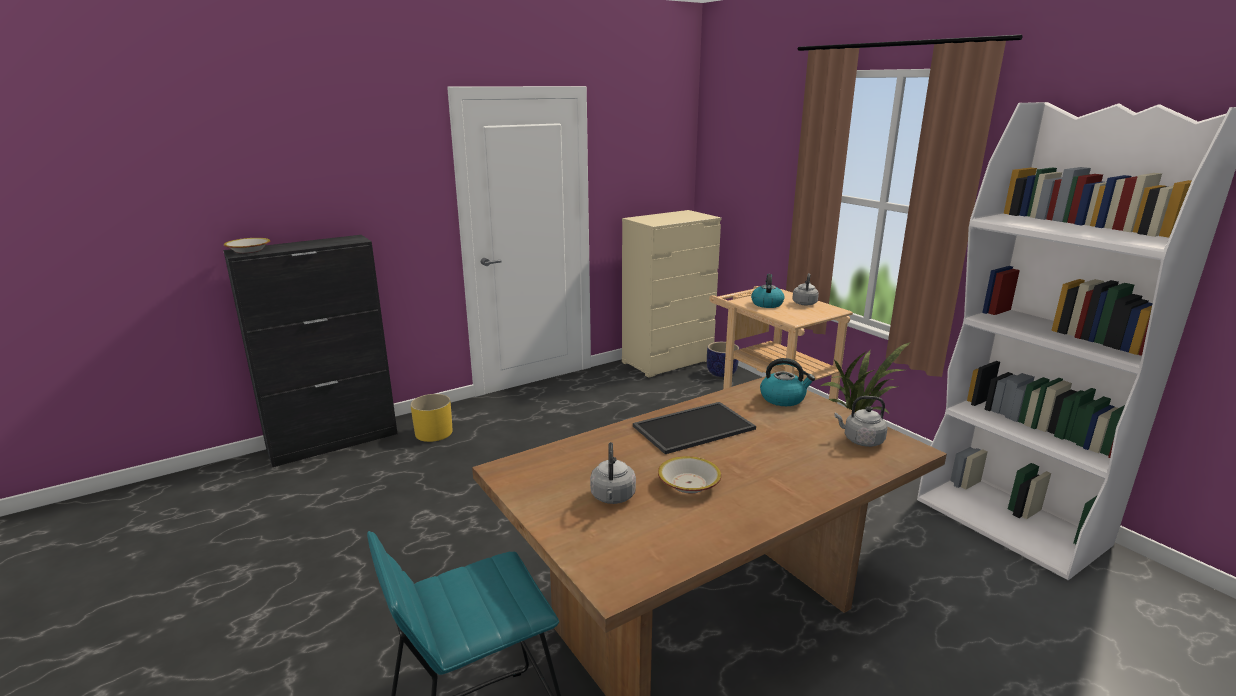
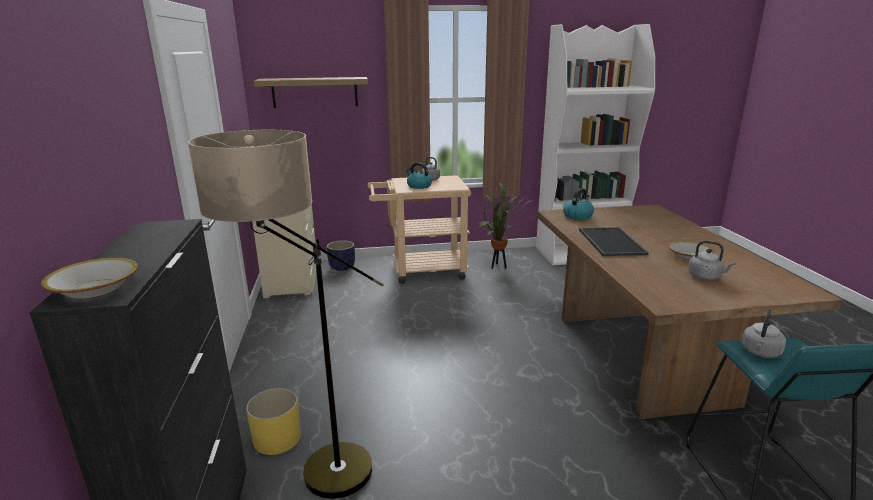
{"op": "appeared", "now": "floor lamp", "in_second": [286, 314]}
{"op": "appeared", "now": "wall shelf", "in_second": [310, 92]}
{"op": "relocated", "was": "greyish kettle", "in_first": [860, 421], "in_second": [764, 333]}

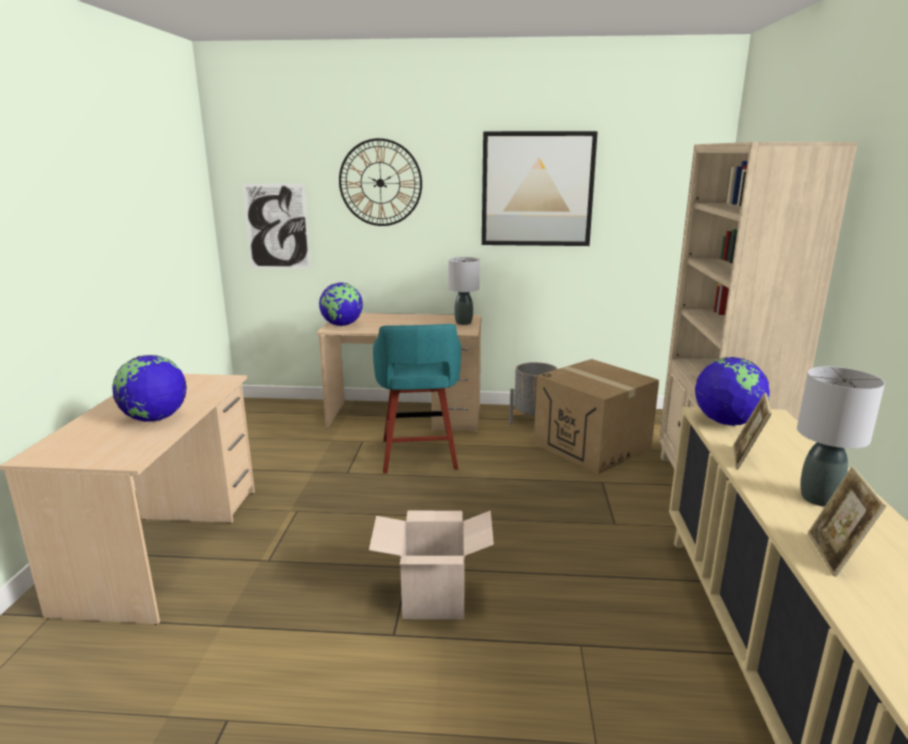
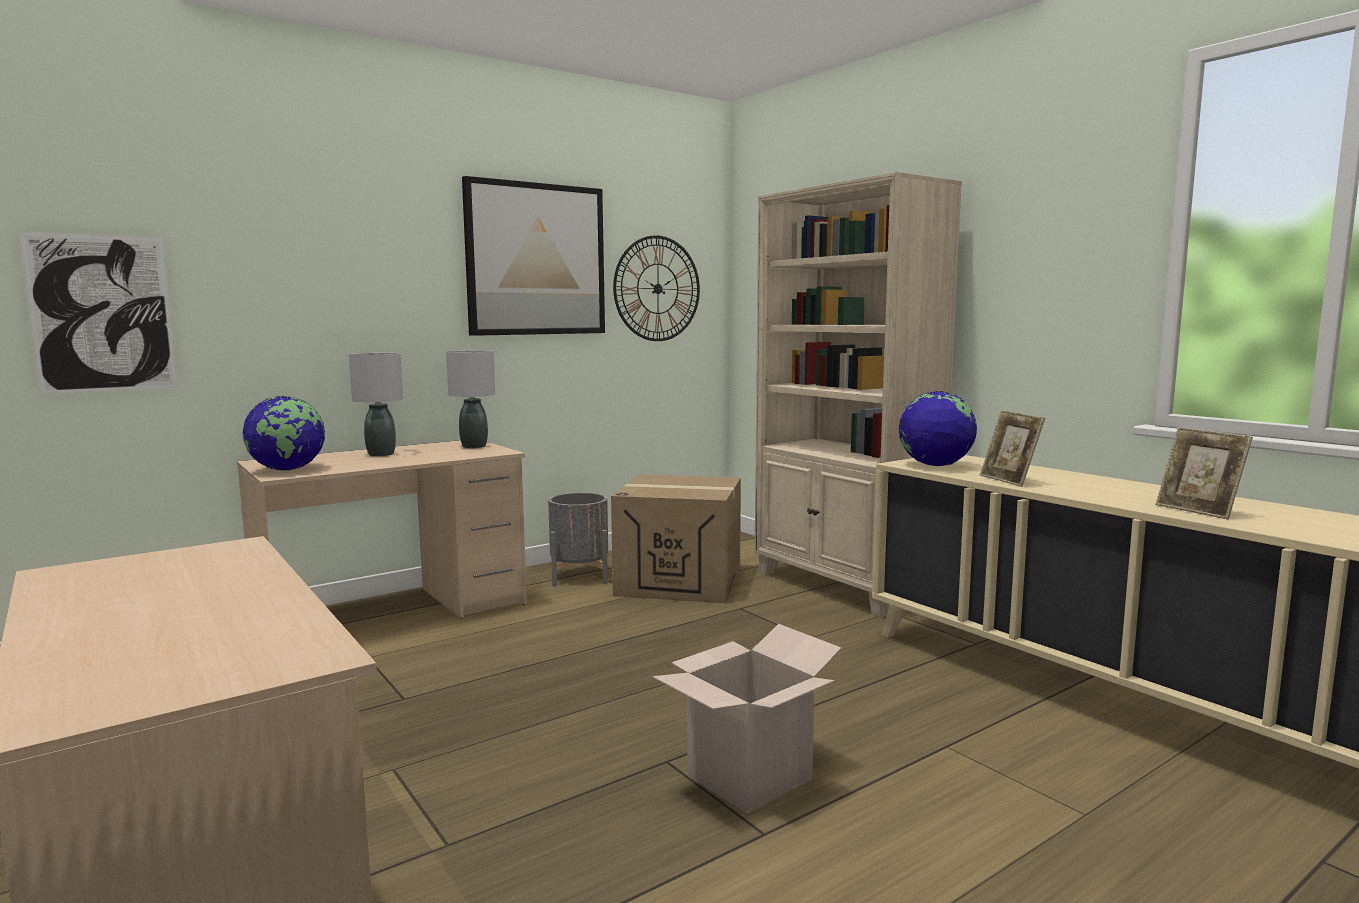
{"op": "missing", "was": "world globe", "in_first": [149, 388]}
{"op": "missing", "was": "blue-green stool seat", "in_first": [417, 398]}
{"op": "relocated", "was": "hanging clock", "in_first": [380, 182], "in_second": [656, 288]}
{"op": "relocated", "was": "greyish lamp for a table", "in_first": [841, 436], "in_second": [376, 404]}

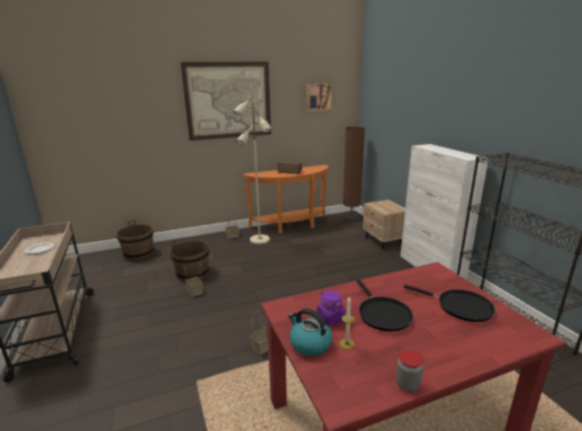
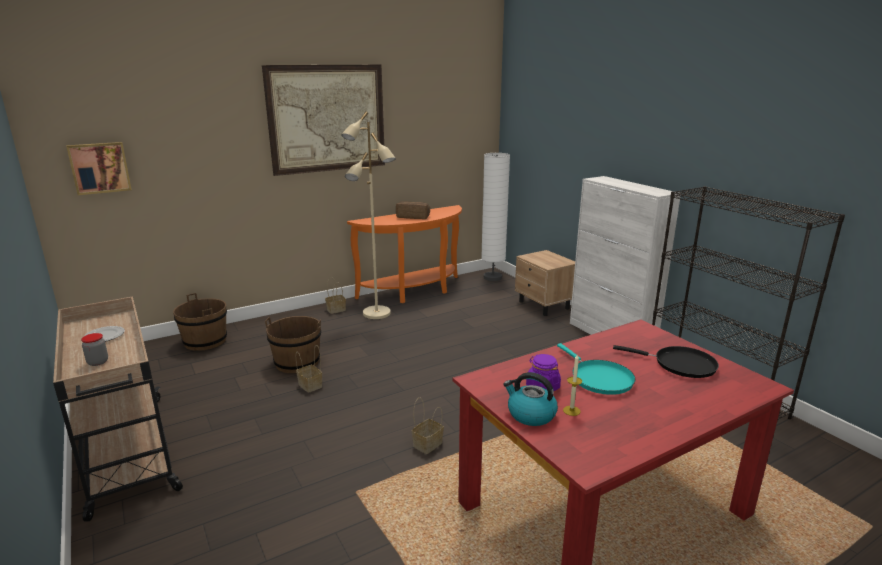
{"op": "relocated", "was": "picture", "in_first": [319, 96], "in_second": [99, 168]}
{"op": "relocated", "was": "storage jar", "in_first": [409, 371], "in_second": [94, 349]}
{"op": "colour", "was": "brown-coloured floor lamp", "now": "white floor lamp", "in_first": [354, 173], "in_second": [495, 217]}
{"op": "colour", "was": "black frying pan", "now": "blue-green frying pan", "in_first": [384, 305], "in_second": [596, 369]}

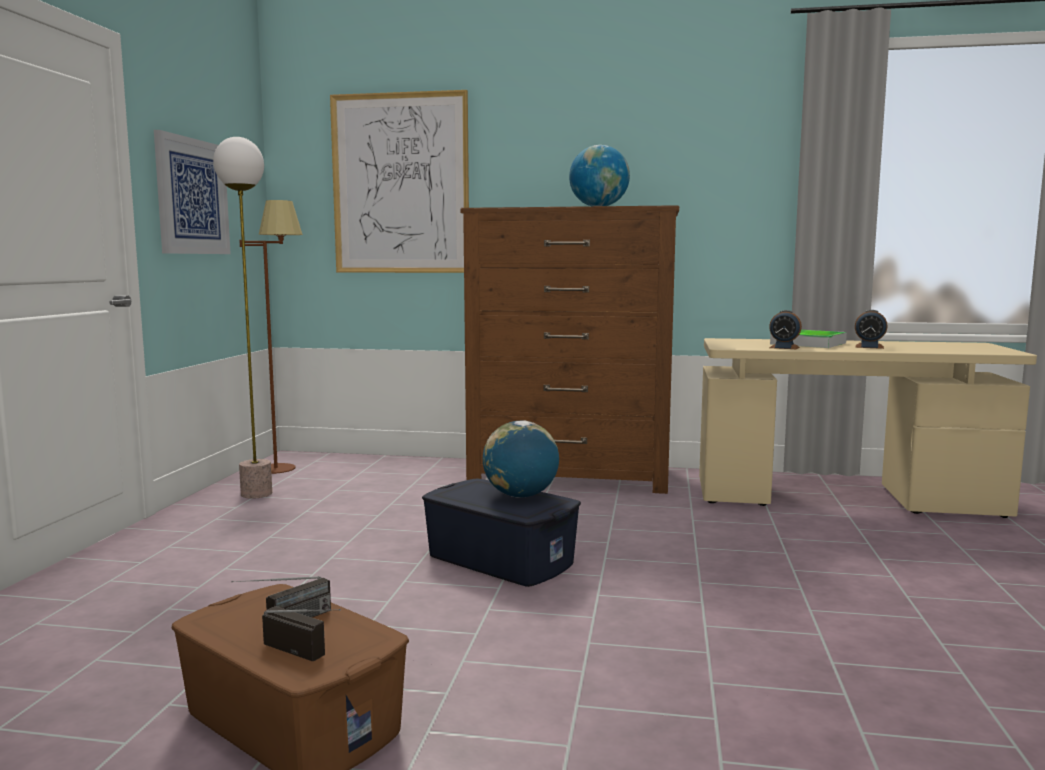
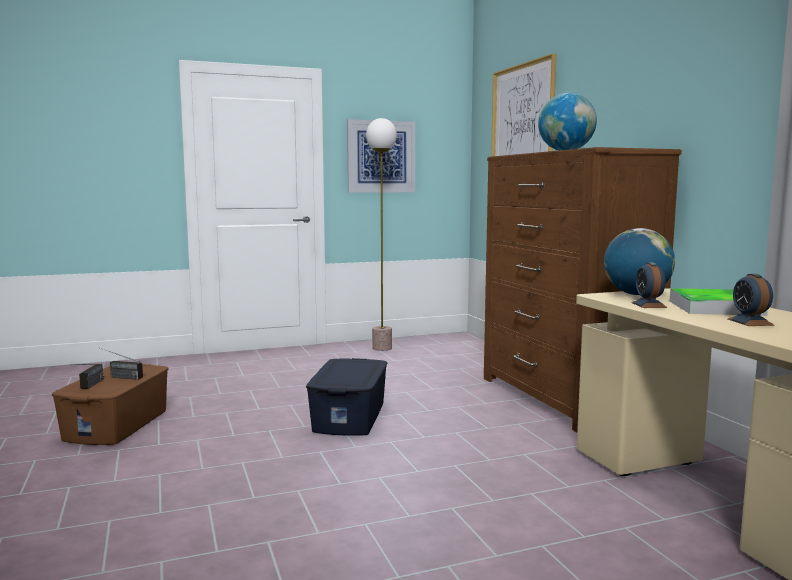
{"op": "missing", "was": "brown-coloured floor lamp", "in_first": [271, 337]}
{"op": "relocated", "was": "world globe", "in_first": [521, 459], "in_second": [639, 261]}

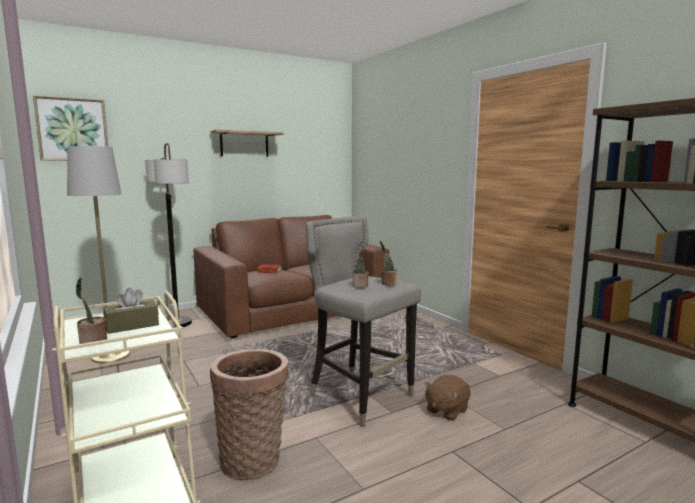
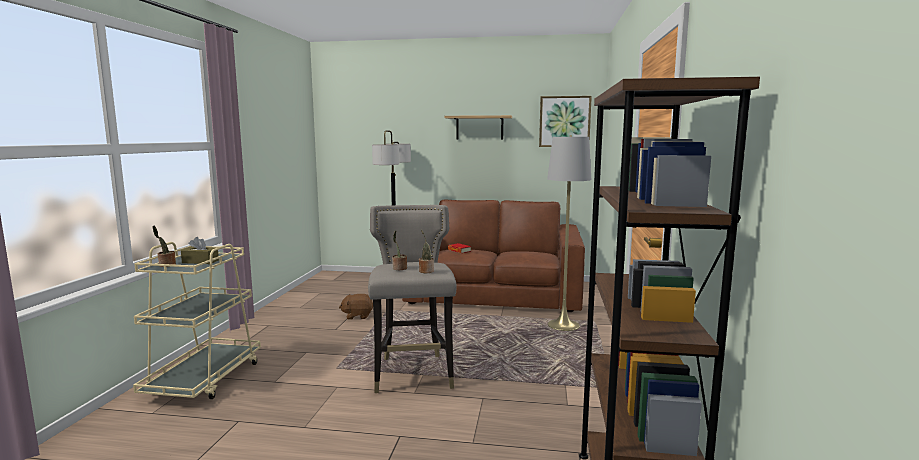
{"op": "missing", "was": "household basket", "in_first": [249, 414]}
{"op": "relocated", "was": "picture", "in_first": [70, 128], "in_second": [565, 121]}
{"op": "relocated", "was": "greyish floor lamp", "in_first": [98, 254], "in_second": [569, 233]}
{"op": "relocated", "was": "brown-coloured soft toy", "in_first": [447, 397], "in_second": [356, 307]}

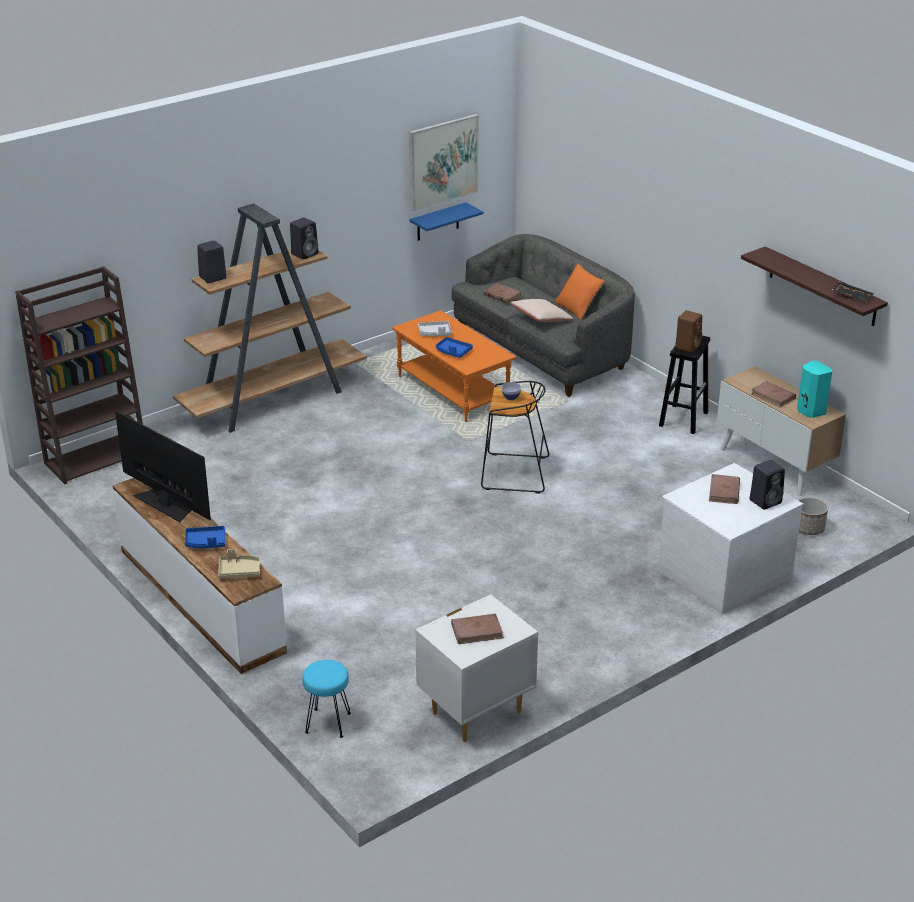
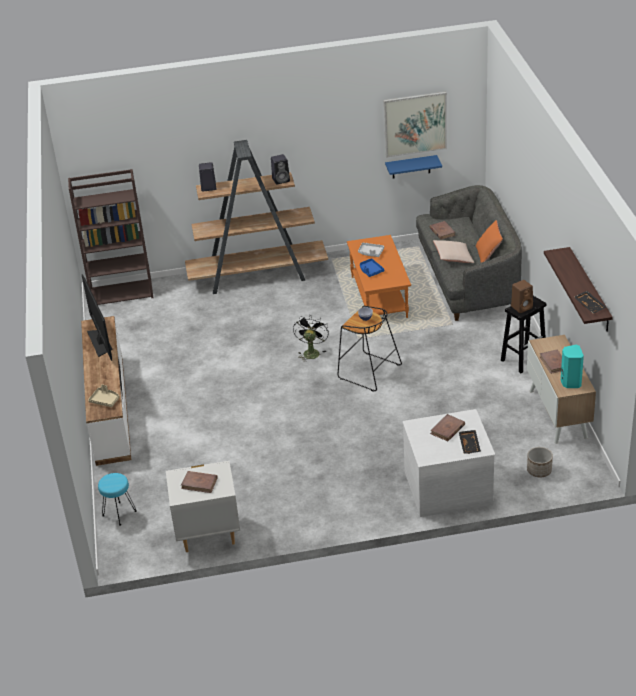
{"op": "missing", "was": "bluish serving tray", "in_first": [205, 537]}
{"op": "appeared", "now": "black fan", "in_second": [311, 339]}
{"op": "exchanged", "was": "black speaker", "now": "black serving tray", "in_first": [767, 485], "in_second": [470, 442]}

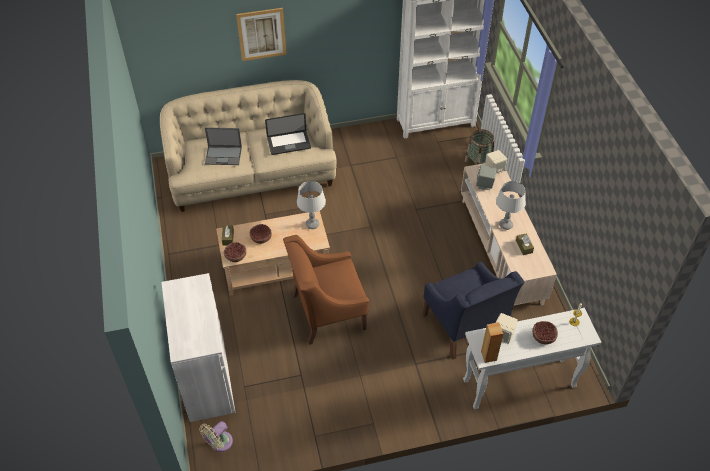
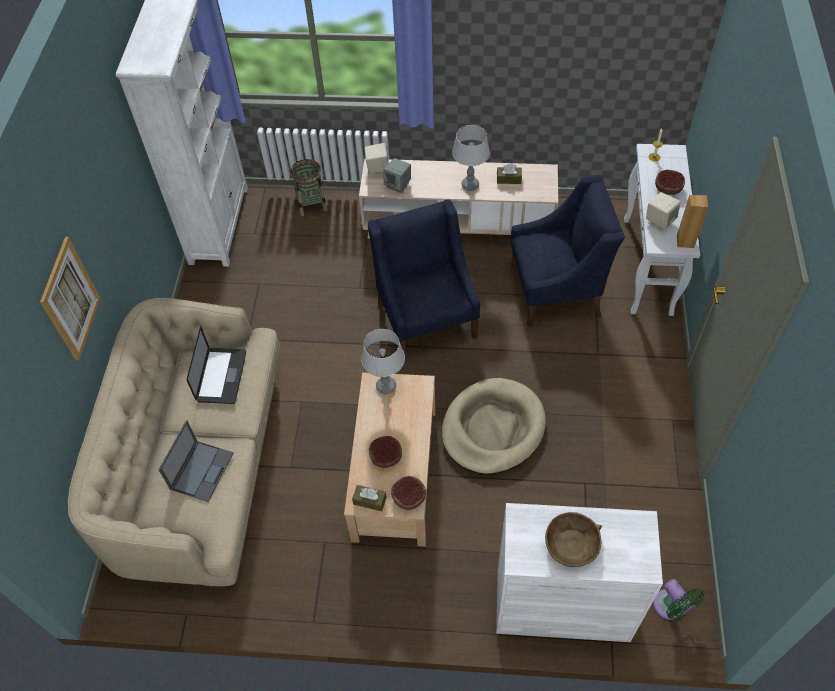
{"op": "appeared", "now": "bluish armchair", "in_second": [424, 277]}
{"op": "appeared", "now": "brown-coloured serving bowl", "in_second": [573, 539]}
{"op": "exchanged", "was": "brown-coloured armchair", "now": "beige-coloured dog cushion", "in_first": [326, 290], "in_second": [494, 426]}
{"op": "colour", "was": "beige-coloured fan", "now": "green fan", "in_first": [216, 436], "in_second": [679, 599]}

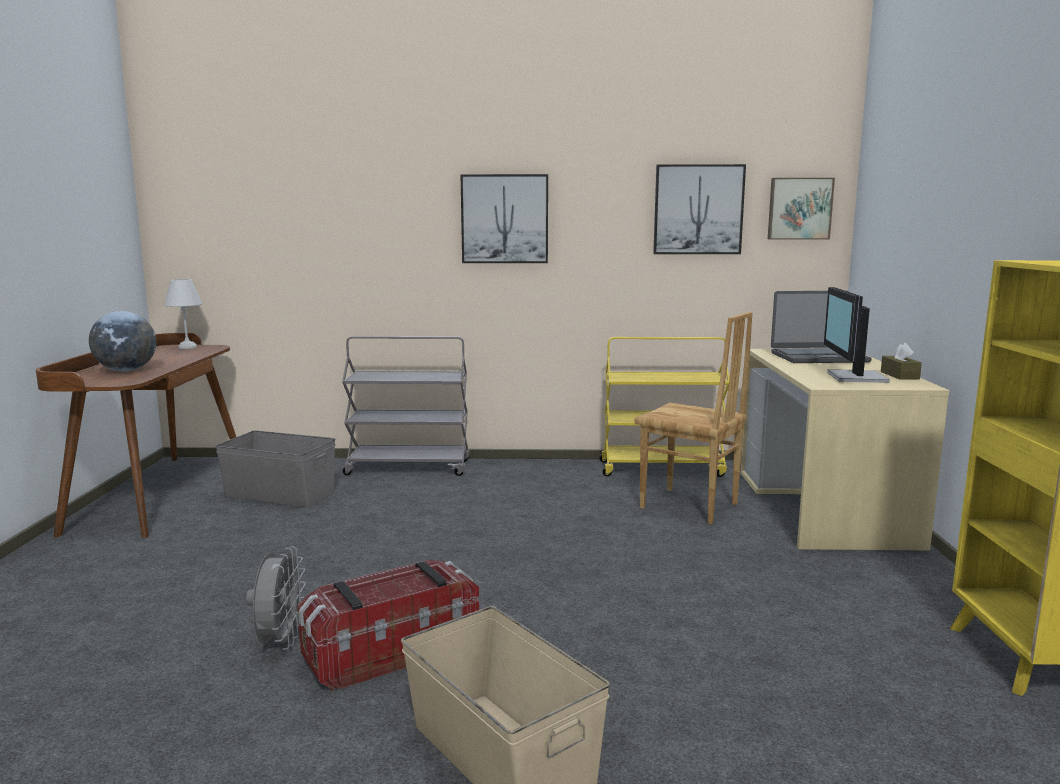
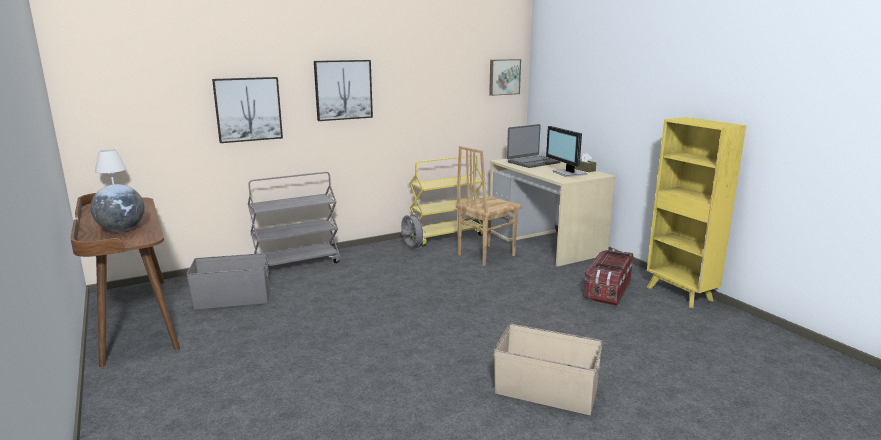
{"op": "relocated", "was": "greyish fan", "in_first": [276, 598], "in_second": [413, 230]}
{"op": "relocated", "was": "storage bin", "in_first": [388, 625], "in_second": [608, 278]}
{"op": "relocated", "was": "picture", "in_first": [699, 209], "in_second": [247, 110]}
{"op": "spun", "was": "brown-coloured plain chair", "in_first": [694, 418], "in_second": [488, 206], "clockwise": 135}

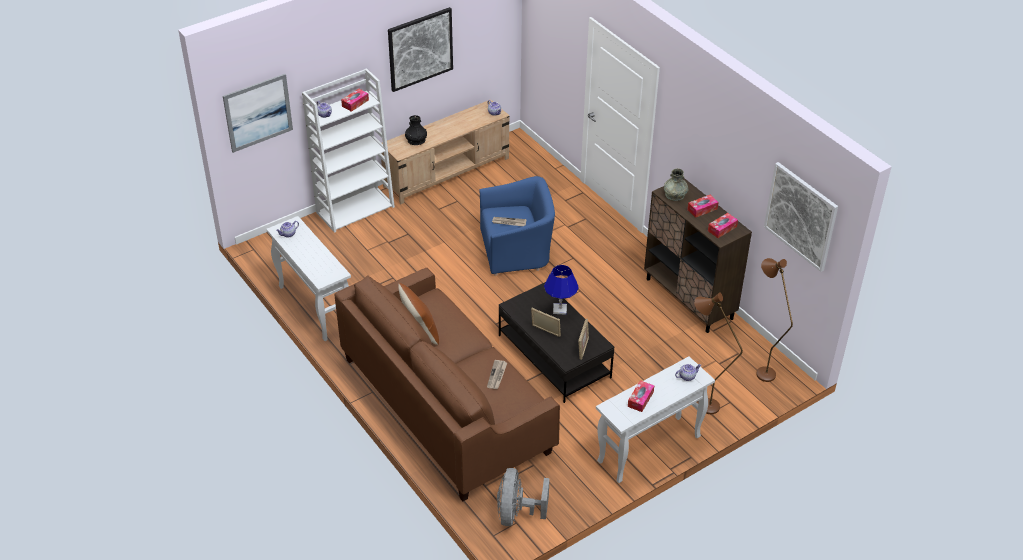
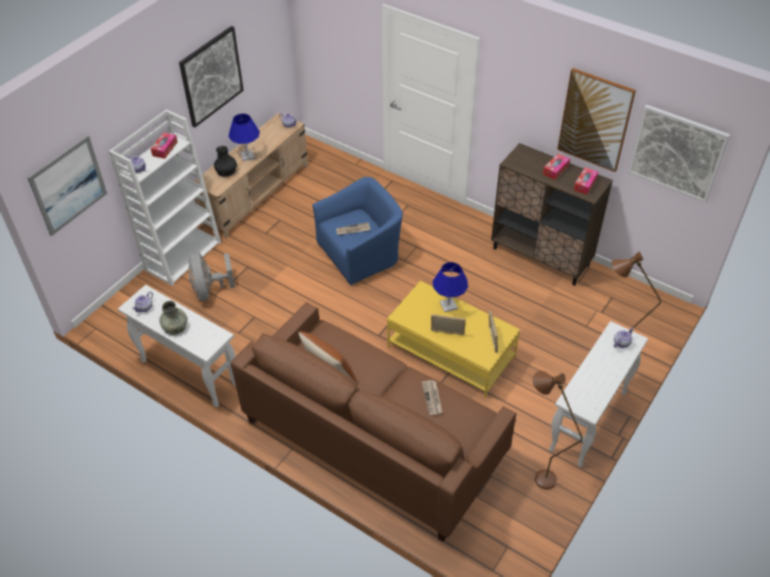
{"op": "missing", "was": "box of tissues", "in_first": [641, 396]}
{"op": "appeared", "now": "bluish lamp for a table", "in_second": [244, 137]}
{"op": "appeared", "now": "picture", "in_second": [596, 120]}
{"op": "relocated", "was": "greyish fan", "in_first": [523, 497], "in_second": [212, 276]}
{"op": "relocated", "was": "greyish flower vase", "in_first": [676, 184], "in_second": [173, 318]}
{"op": "relocated", "was": "brown-coloured floor lamp", "in_first": [774, 320], "in_second": [557, 430]}
{"op": "colour", "was": "black coffee table", "now": "yellow-coloured coffee table", "in_first": [557, 342], "in_second": [453, 339]}

